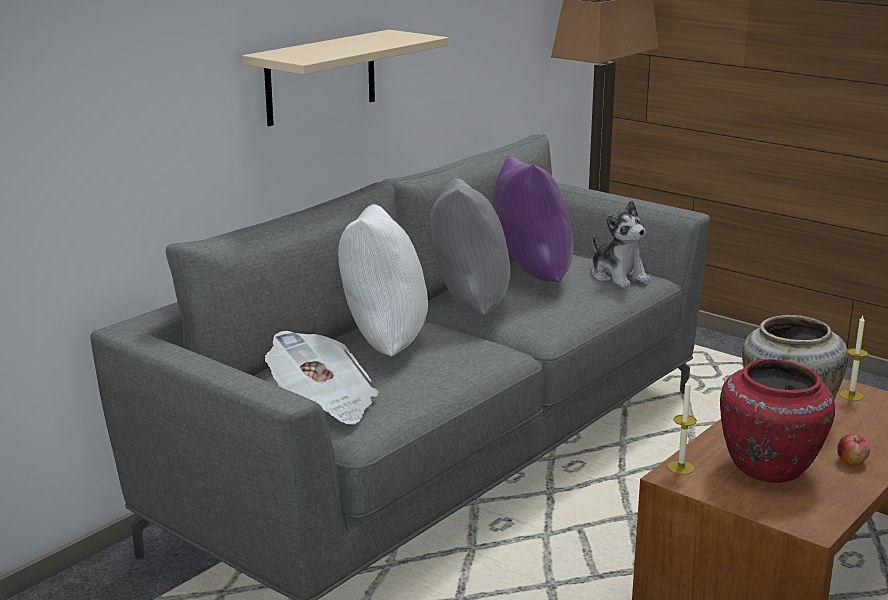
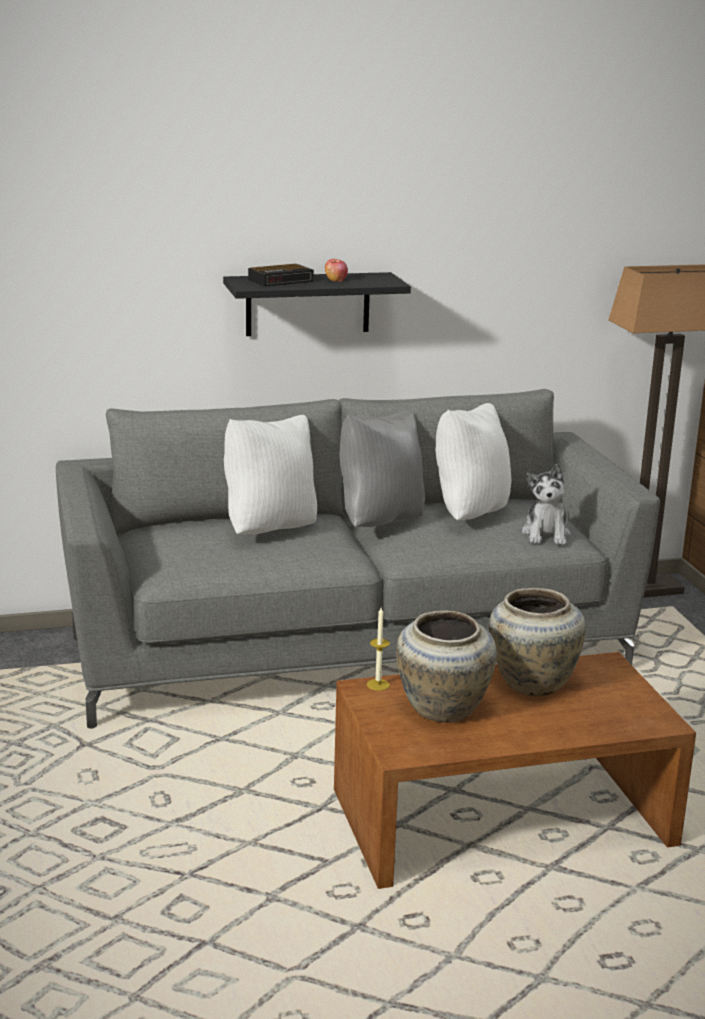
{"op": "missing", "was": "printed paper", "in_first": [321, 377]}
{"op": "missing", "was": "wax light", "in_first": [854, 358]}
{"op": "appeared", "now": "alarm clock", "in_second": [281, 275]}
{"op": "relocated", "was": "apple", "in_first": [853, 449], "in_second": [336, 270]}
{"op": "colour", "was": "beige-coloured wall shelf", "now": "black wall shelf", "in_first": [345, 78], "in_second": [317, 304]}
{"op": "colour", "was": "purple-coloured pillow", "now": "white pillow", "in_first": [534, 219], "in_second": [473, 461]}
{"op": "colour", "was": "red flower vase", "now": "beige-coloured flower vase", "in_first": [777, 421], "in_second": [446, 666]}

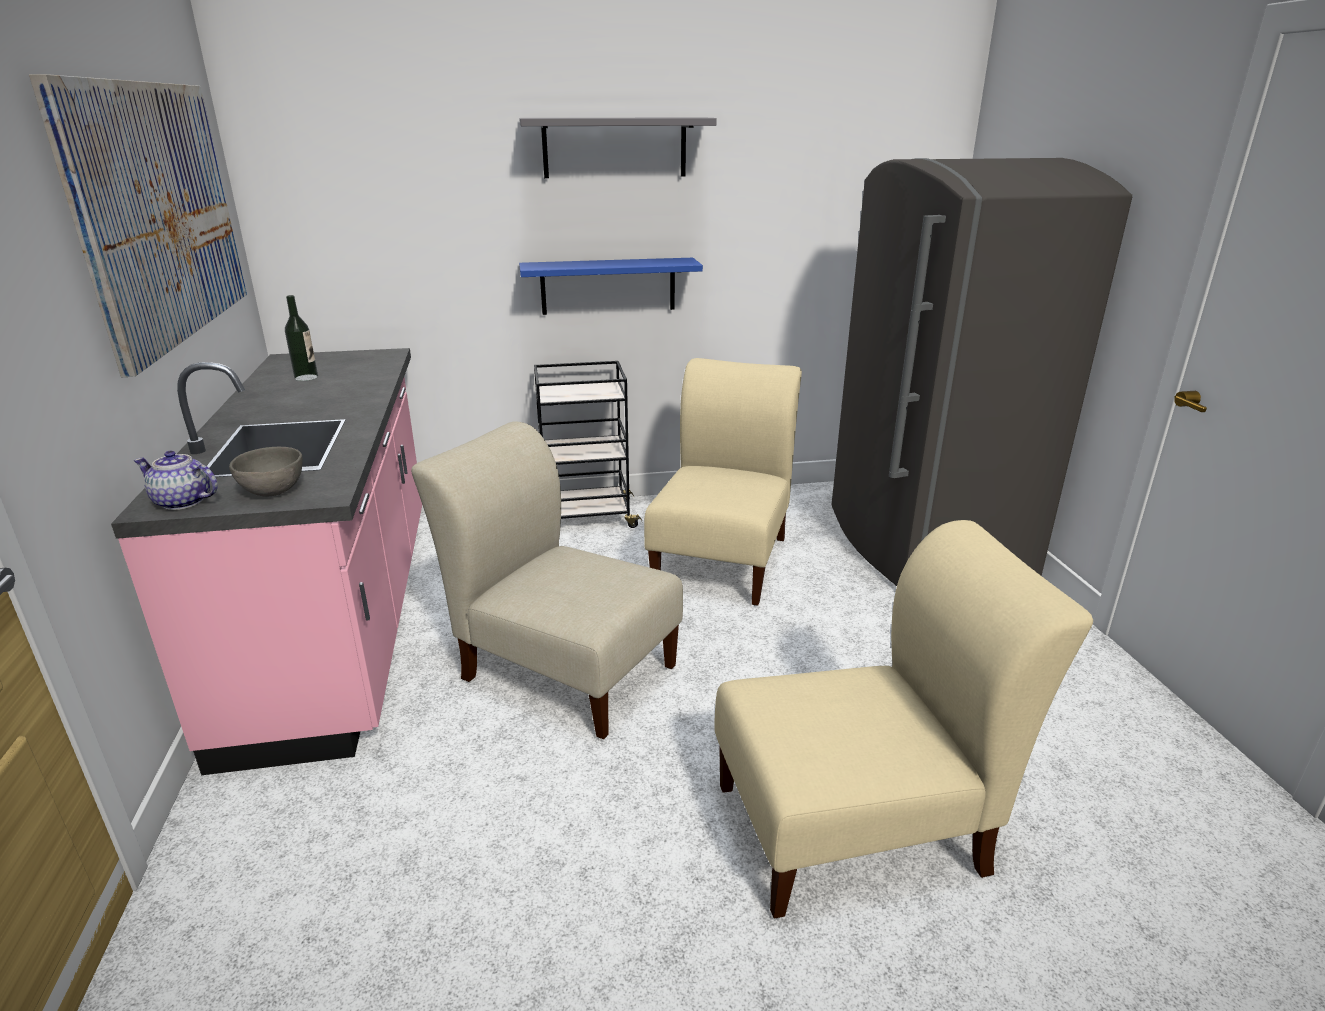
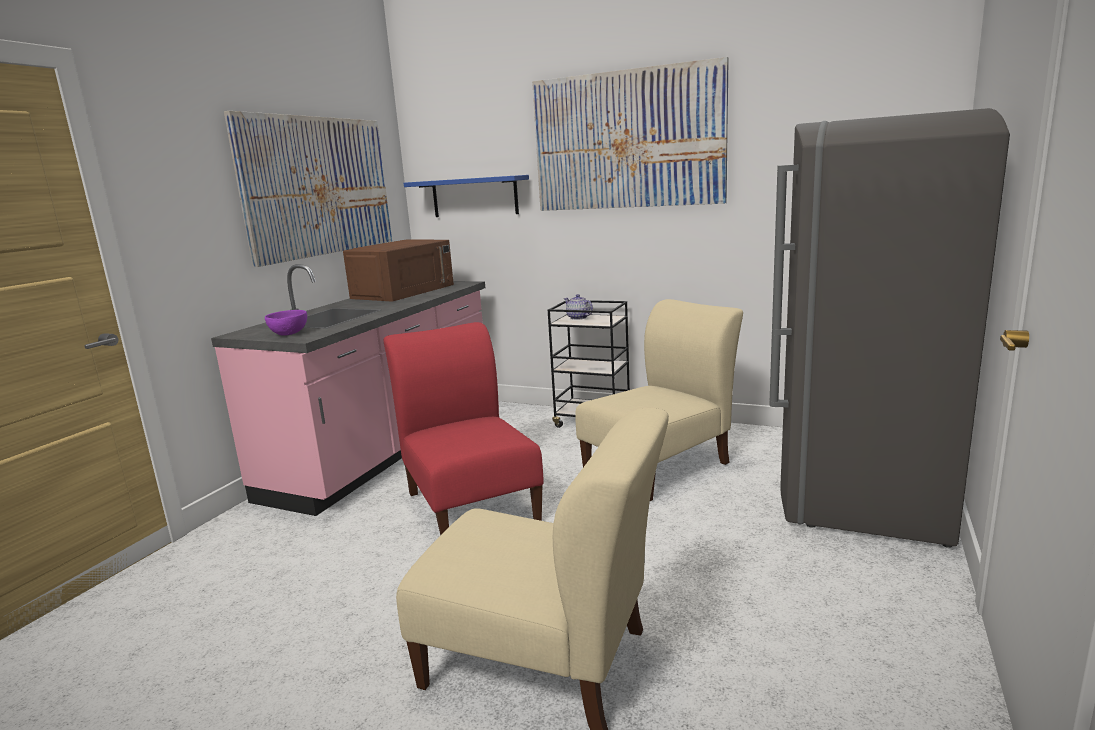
{"op": "relocated", "was": "pot for tea", "in_first": [175, 480], "in_second": [578, 307]}
{"op": "relocated", "was": "bluish wall shelf", "in_first": [611, 286], "in_second": [466, 196]}
{"op": "exchanged", "was": "drink bottle", "now": "brown-coloured microwave oven", "in_first": [301, 338], "in_second": [398, 270]}
{"op": "exchanged", "was": "greyish wall shelf", "now": "picture", "in_first": [618, 147], "in_second": [630, 134]}
{"op": "colour", "was": "greyish serving bowl", "now": "purple-coloured serving bowl", "in_first": [266, 472], "in_second": [286, 323]}
{"op": "colour", "was": "beige-coloured plain chair", "now": "red plain chair", "in_first": [547, 580], "in_second": [463, 428]}

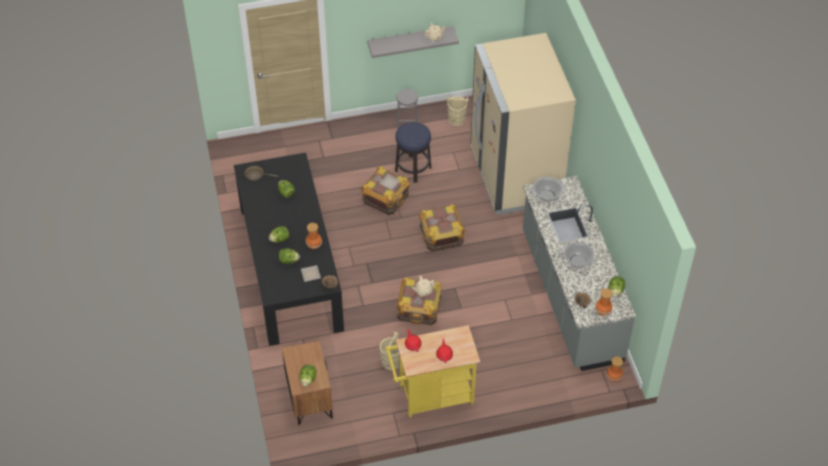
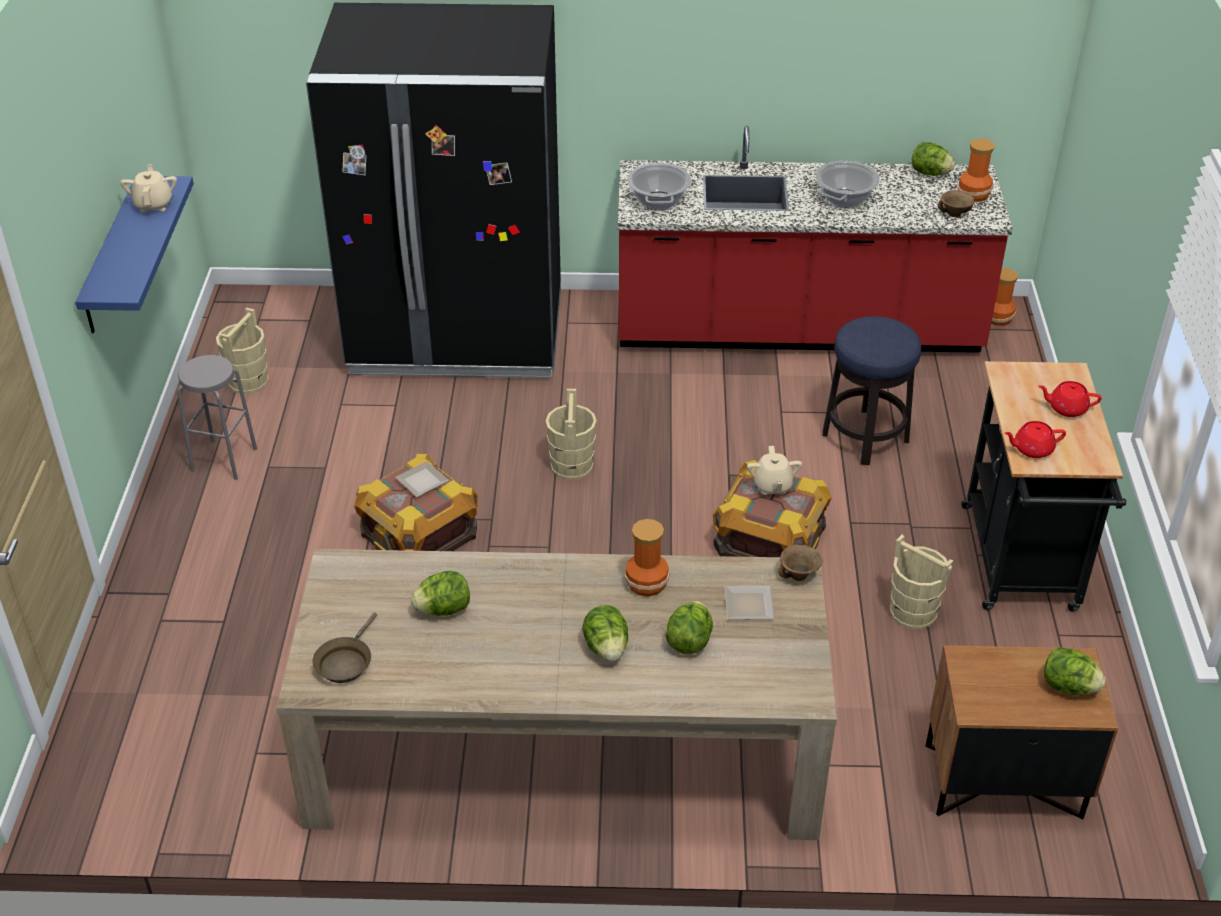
{"op": "relocated", "was": "stool seat", "in_first": [413, 152], "in_second": [872, 390]}
{"op": "exchanged", "was": "shipping crate", "now": "beige-coloured pail", "in_first": [442, 227], "in_second": [571, 434]}
{"op": "colour", "was": "black dining table", "now": "beige-coloured dining table", "in_first": [289, 249], "in_second": [556, 694]}
{"op": "colour", "was": "greyish wall shelf", "now": "bluish wall shelf", "in_first": [413, 42], "in_second": [134, 255]}
{"op": "colour", "was": "yellow-coloured trolley", "now": "black trolley", "in_first": [432, 371], "in_second": [1043, 486]}
{"op": "colour", "was": "beige-coloured kitchen fridge", "now": "black kitchen fridge", "in_first": [523, 123], "in_second": [433, 190]}
{"op": "colour", "was": "greyish kitchen base unit", "now": "red kitchen base unit", "in_first": [579, 273], "in_second": [815, 239]}

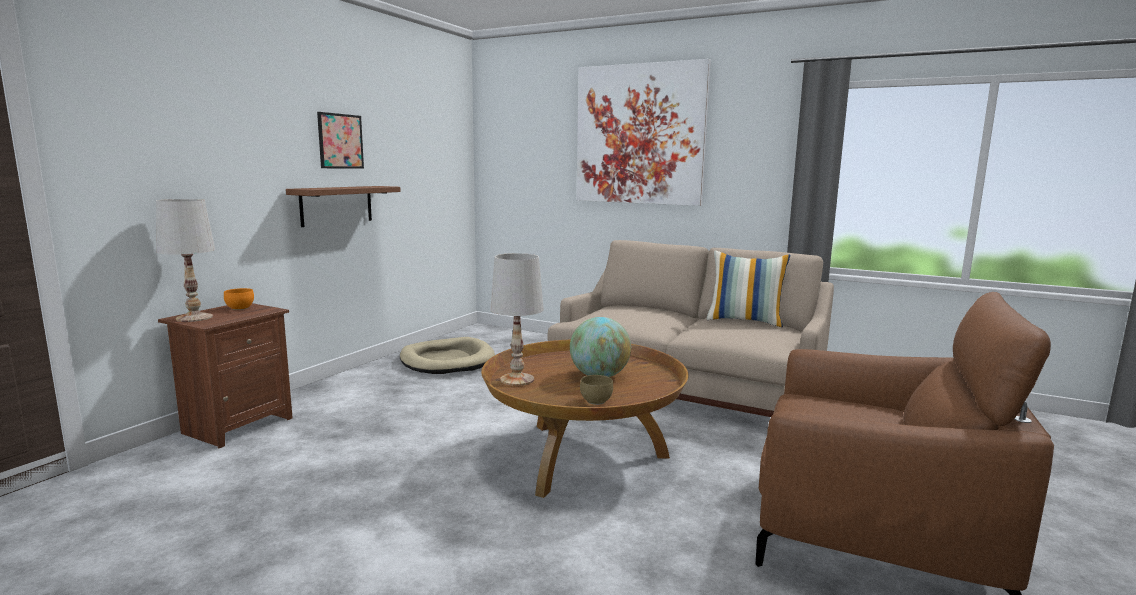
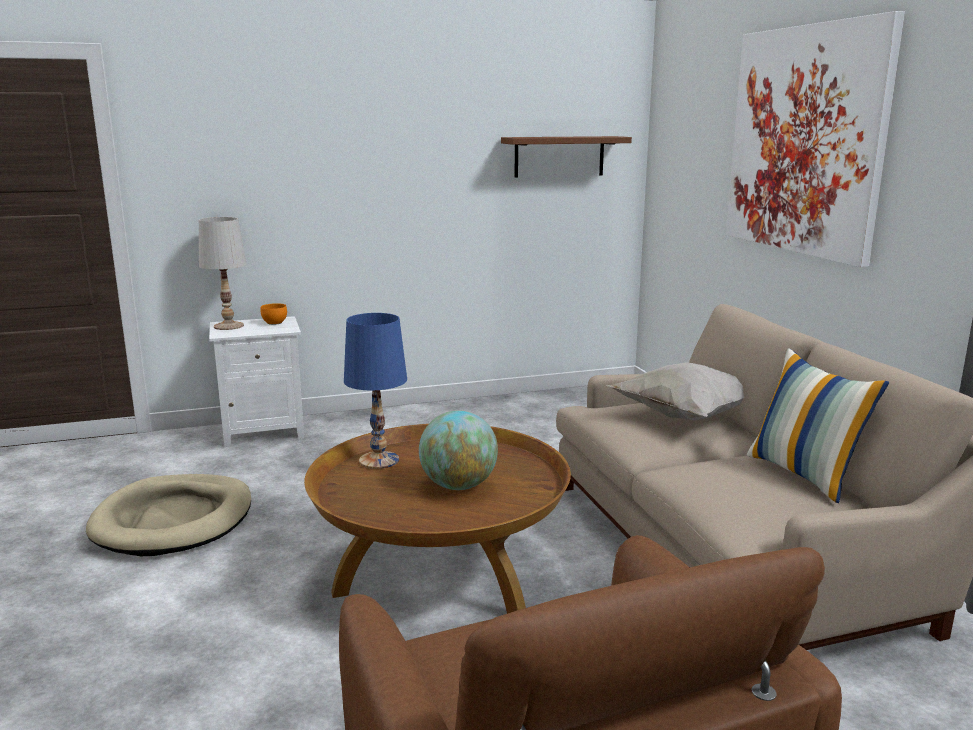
{"op": "missing", "was": "picture", "in_first": [340, 140]}
{"op": "missing", "was": "brown-coloured serving bowl", "in_first": [596, 390]}
{"op": "appeared", "now": "white pillow", "in_second": [675, 391]}
{"op": "relocated", "was": "brown-coloured wall shelf", "in_first": [343, 206], "in_second": [566, 157]}
{"op": "relocated", "was": "beige-coloured dog cushion", "in_first": [447, 355], "in_second": [168, 515]}
{"op": "colour", "was": "brown-coloured night table", "now": "white night table", "in_first": [225, 375], "in_second": [256, 381]}
{"op": "colour", "was": "white lamp for a table", "now": "bluish lamp for a table", "in_first": [517, 319], "in_second": [375, 391]}

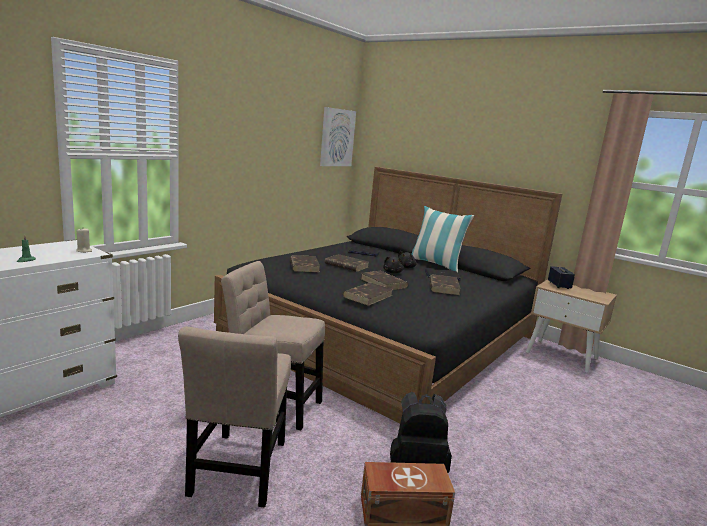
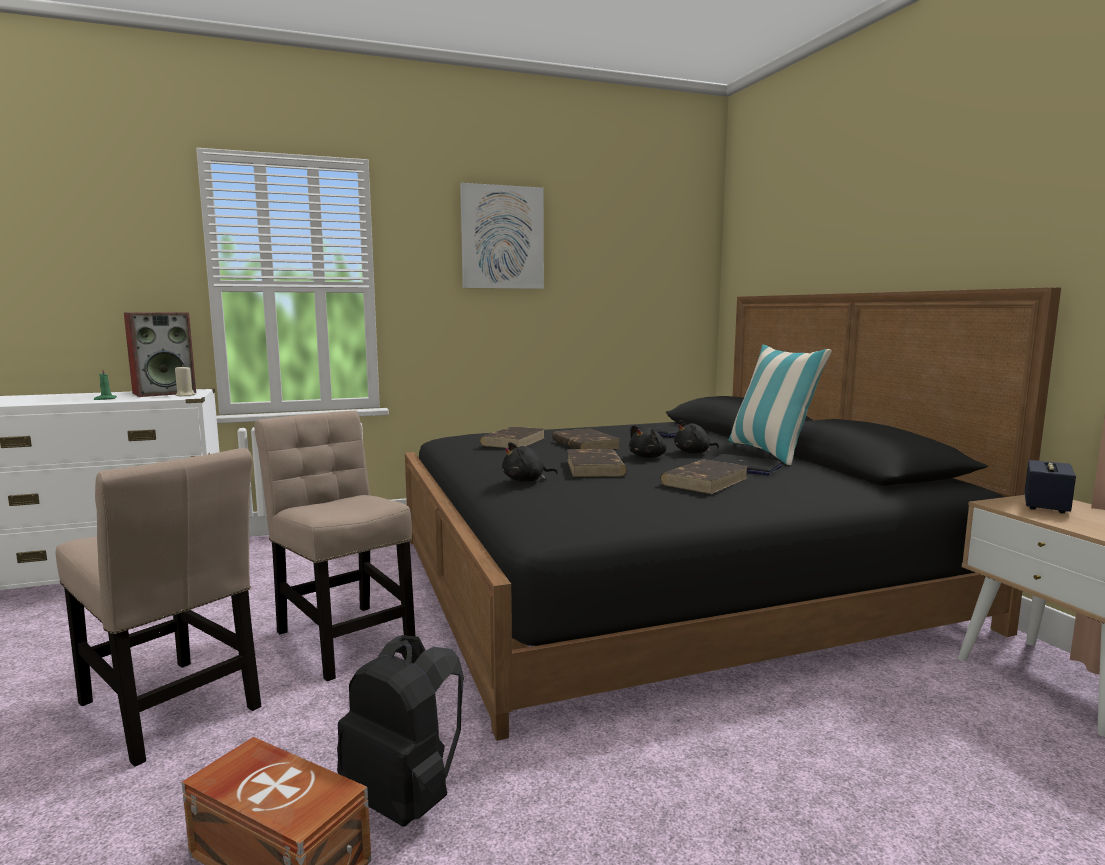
{"op": "appeared", "now": "speaker", "in_second": [160, 354]}
{"op": "relocated", "was": "picture", "in_first": [338, 136], "in_second": [502, 236]}
{"op": "exchanged", "was": "brown-coloured book", "now": "black soft toy", "in_first": [368, 294], "in_second": [530, 462]}
{"op": "spun", "was": "beige-coloured plain chair", "in_first": [234, 417], "in_second": [158, 607], "clockwise": -90}

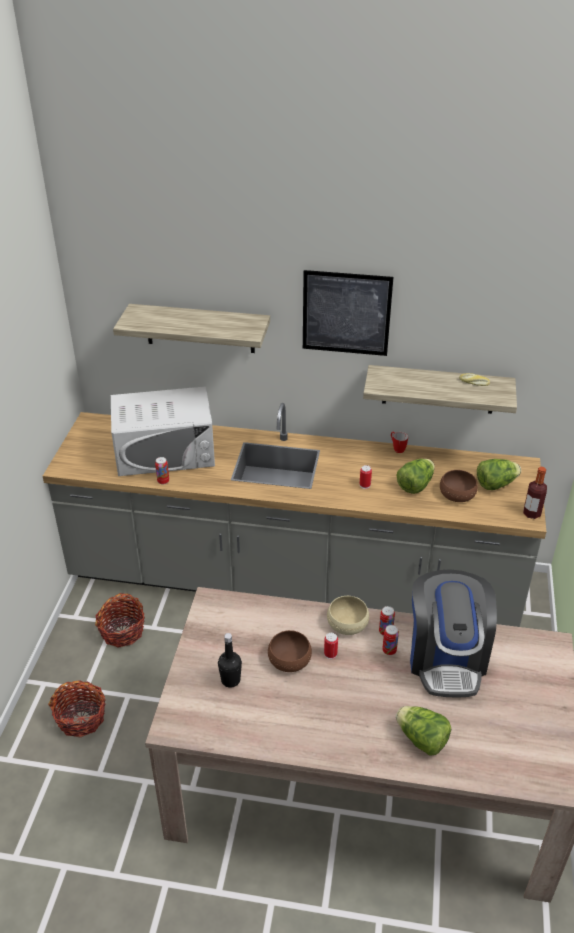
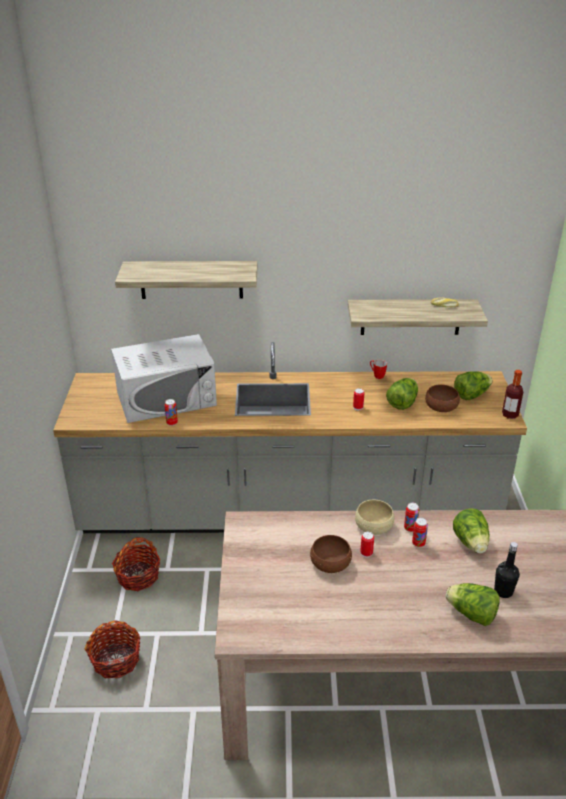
{"op": "missing", "was": "picture", "in_first": [348, 313]}
{"op": "relocated", "was": "black drink bottle", "in_first": [230, 660], "in_second": [507, 570]}
{"op": "exchanged", "was": "coffee brewer", "now": "head of lettuce", "in_first": [453, 633], "in_second": [471, 530]}

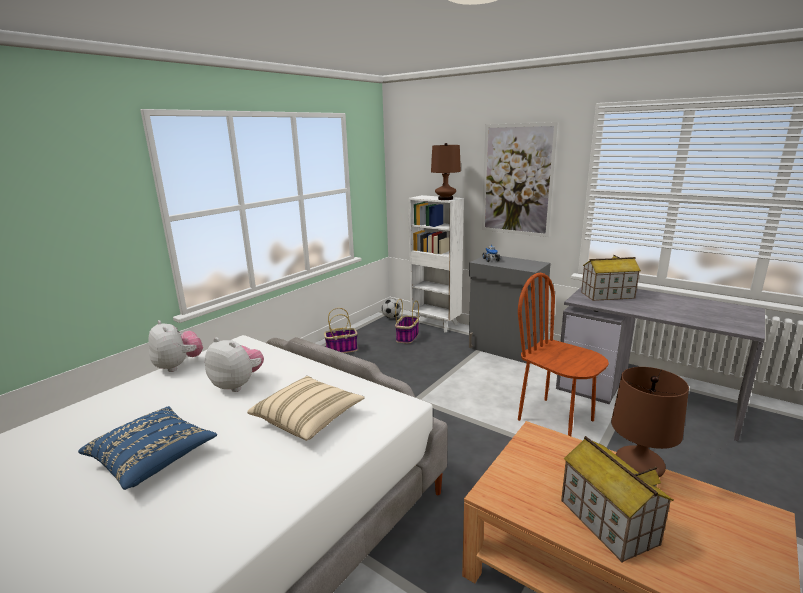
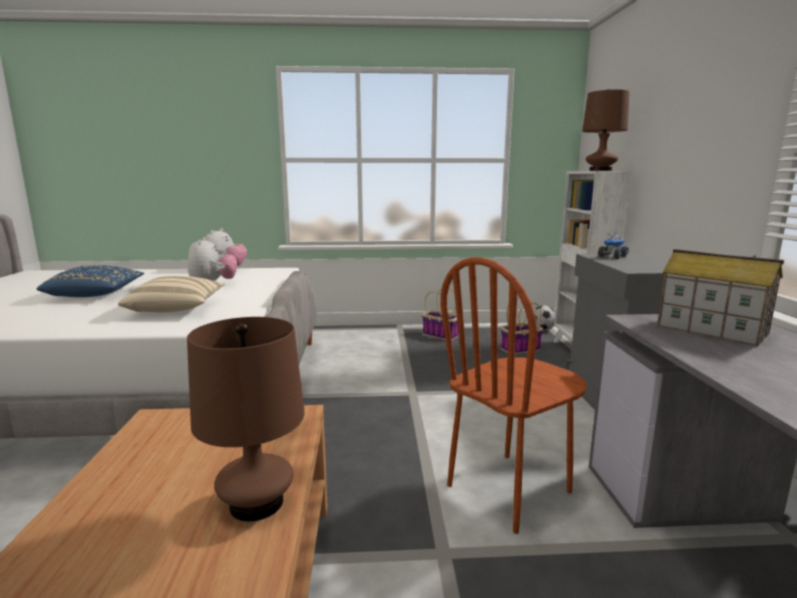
{"op": "missing", "was": "picture", "in_first": [520, 179]}
{"op": "missing", "was": "model house", "in_first": [617, 499]}
{"op": "spun", "was": "brown-coloured plain chair", "in_first": [563, 354], "in_second": [513, 395], "clockwise": -135}

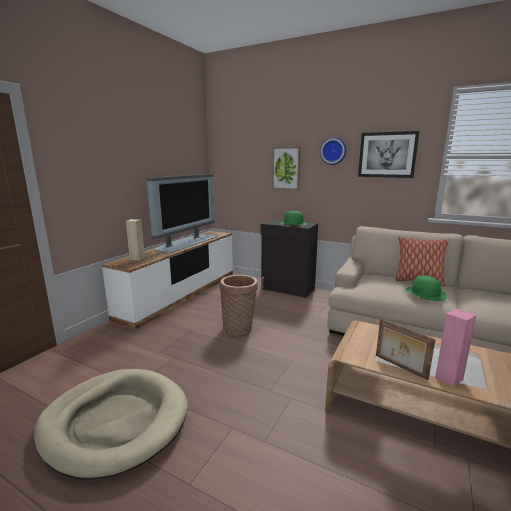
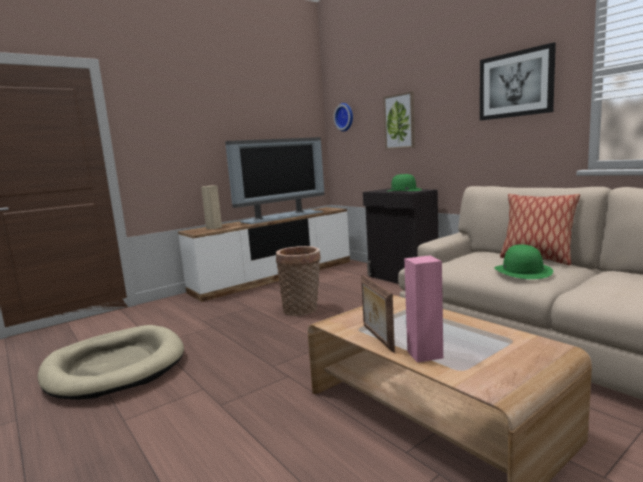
{"op": "relocated", "was": "hanging clock", "in_first": [333, 151], "in_second": [343, 117]}

